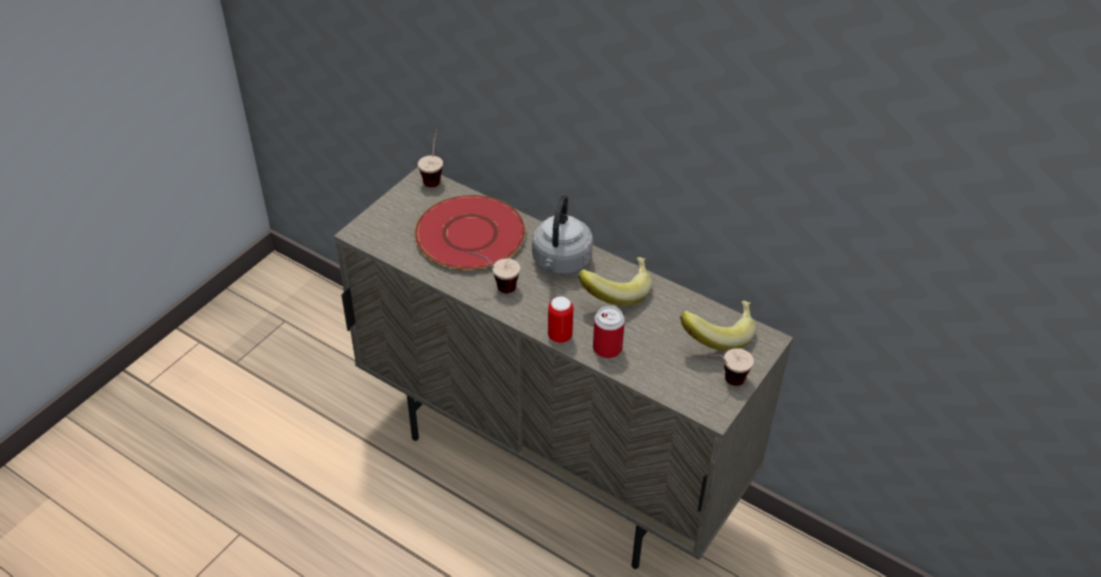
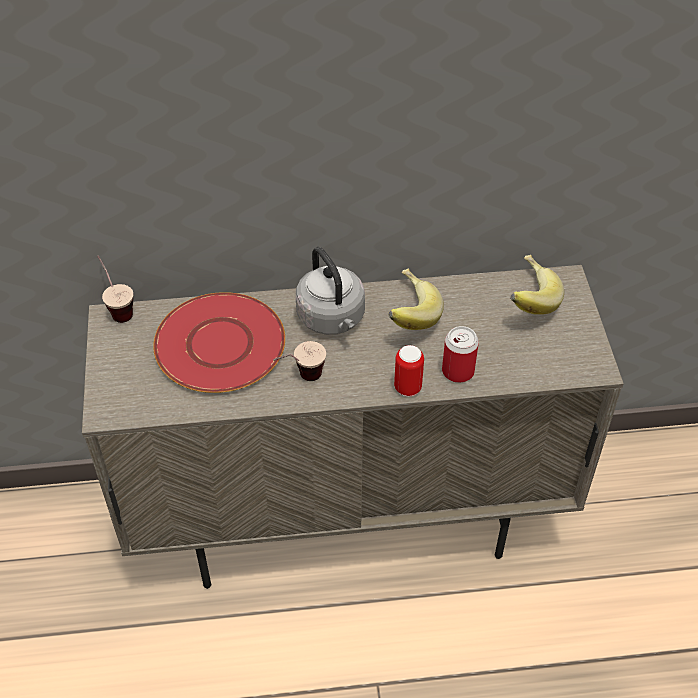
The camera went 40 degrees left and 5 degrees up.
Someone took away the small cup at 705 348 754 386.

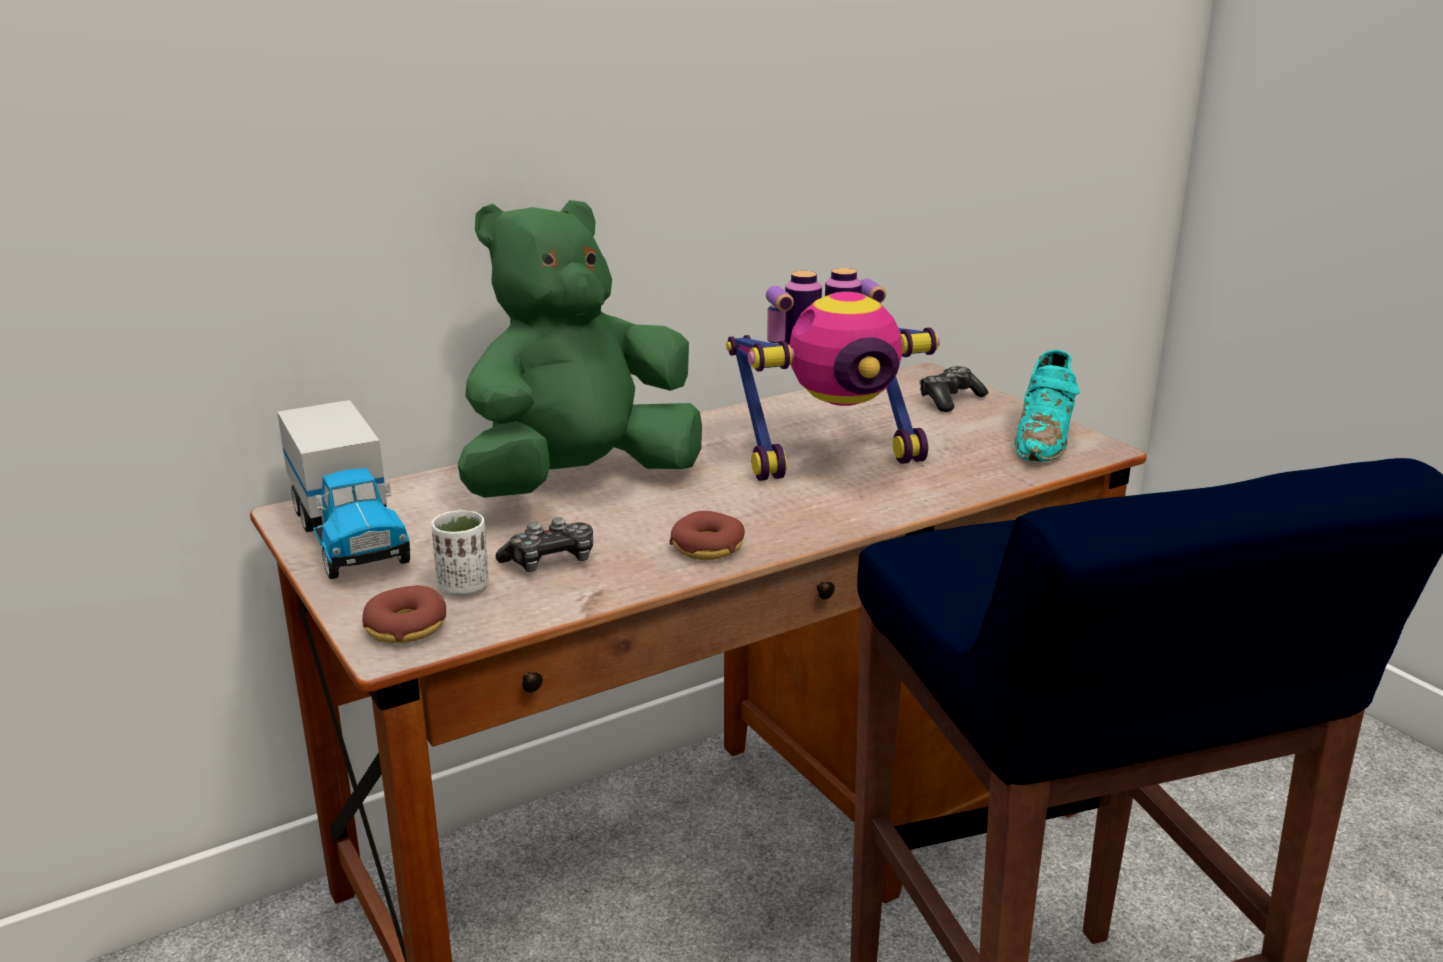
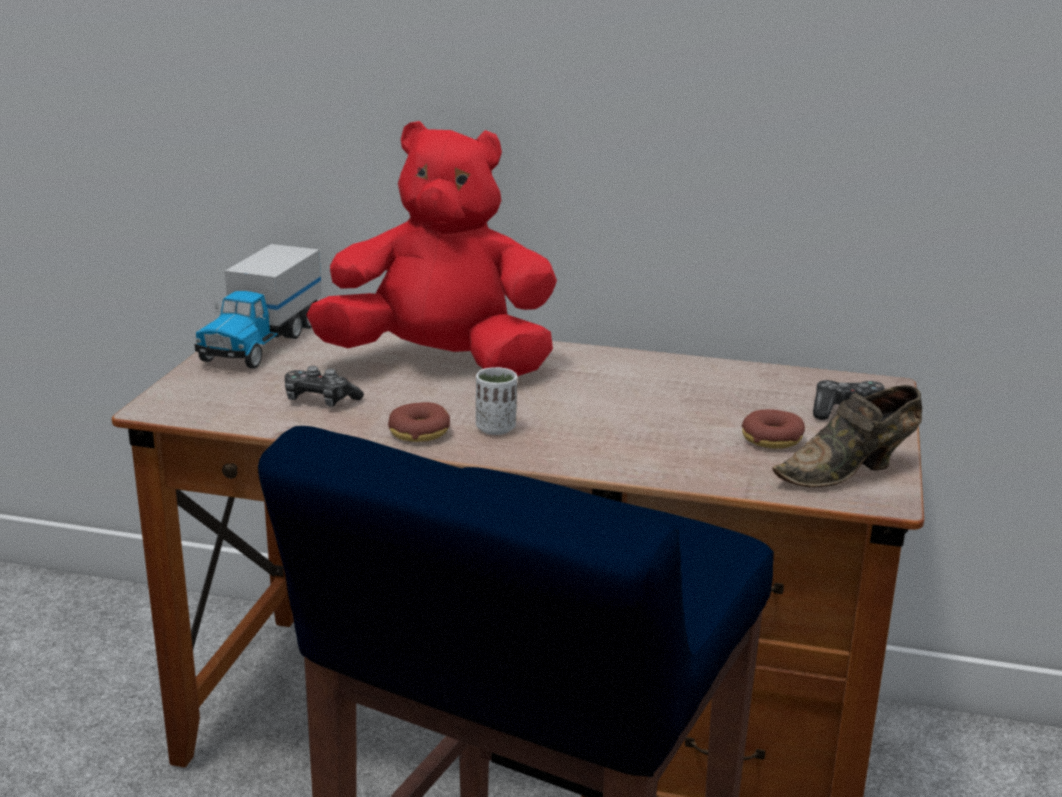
The camera went 45 degrees right and 0 degrees up.
Someone repainted the plush toy/green-coloured at 458 200 702 498, which became the plush toy/reddish at 307 121 557 376.
Someone carried the small cup/whitish from 431 510 488 596 to 476 367 517 435.
Someone carried the doughnut from 362 585 446 643 to 742 409 805 449.
Someone repainted the shoe/turquoise at 1014 350 1080 462, which became the shoe/brownish at 772 385 922 487.
Someone took away the model robot at 726 268 940 481.

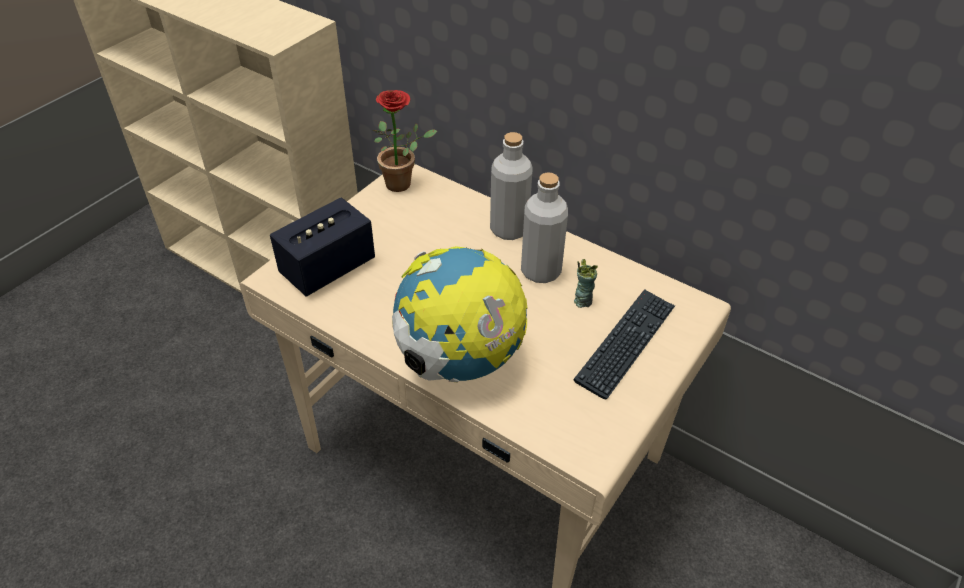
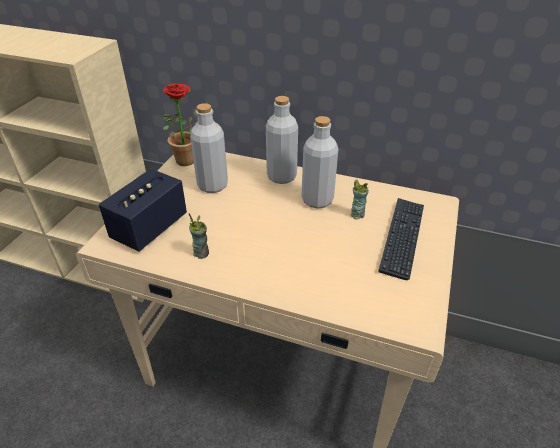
The camera went 15 degrees left and 5 degrees down.
Someone put down the small cup at 189 213 209 259.
Someone put down the beverage bottle/gray at 190 103 228 193.
Someone took away the desk globe at 392 246 527 382.

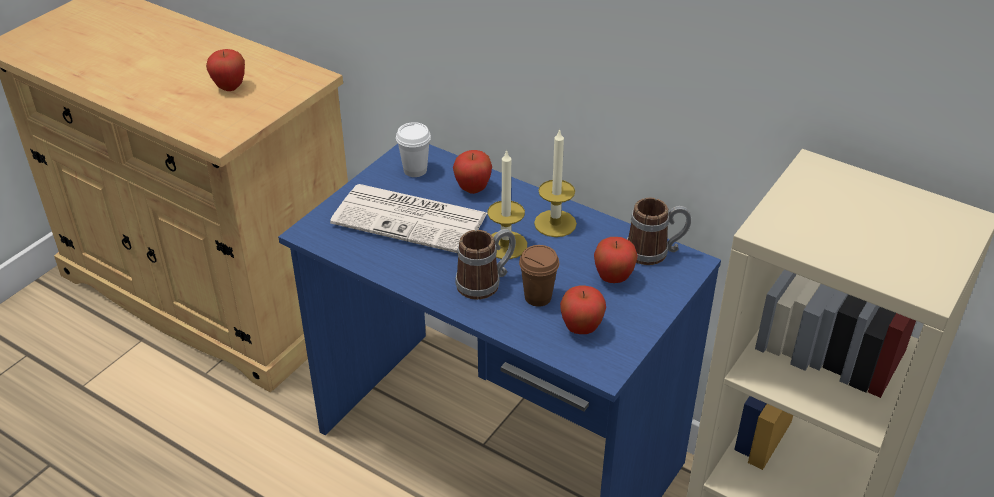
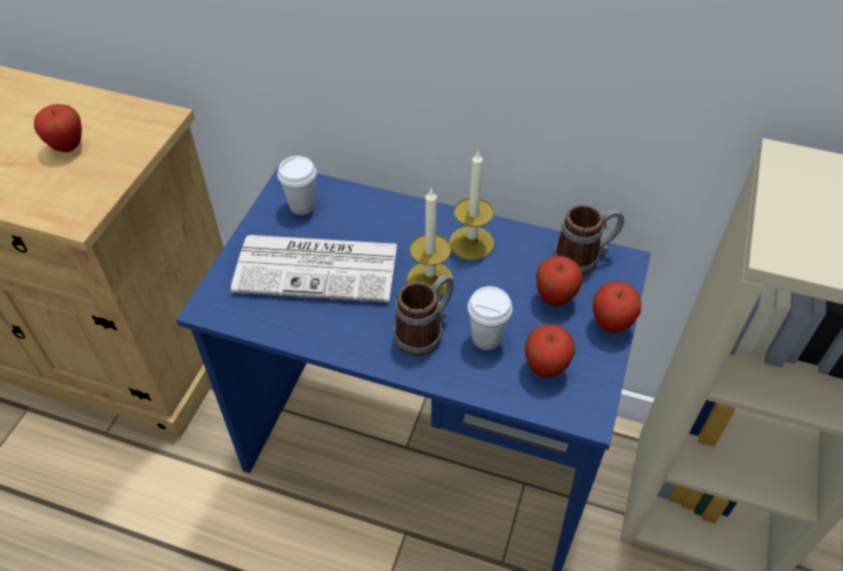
The camera went 15 degrees left and 10 degrees up.
Someone repainted the small cup/brownish at 519 245 559 307, which became the small cup/whitish at 468 286 512 350.
Someone carried the whole apple from 453 150 492 194 to 593 281 641 333.

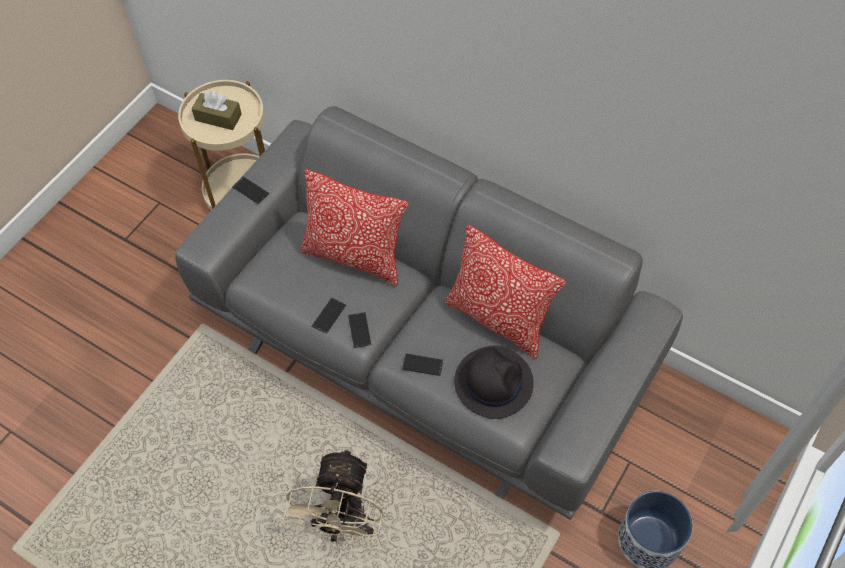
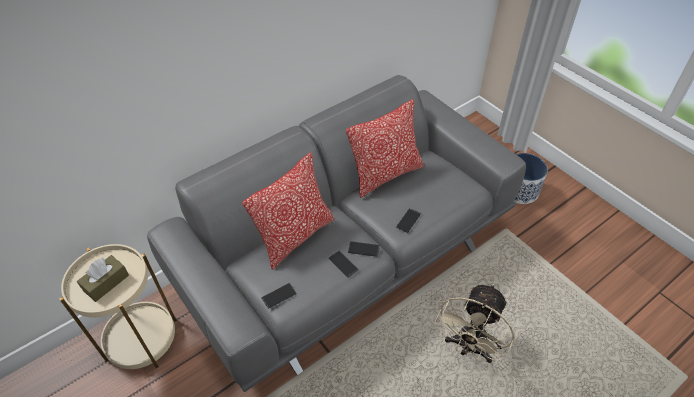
The camera went 70 degrees left and 10 degrees down.
Someone carried the handset from 232 176 270 204 to 261 283 297 309.
Someone rotated the fan/beige at 283 448 384 545 by 90 degrees clockwise.
Someone took away the hat/black-coloured at 454 346 534 419.

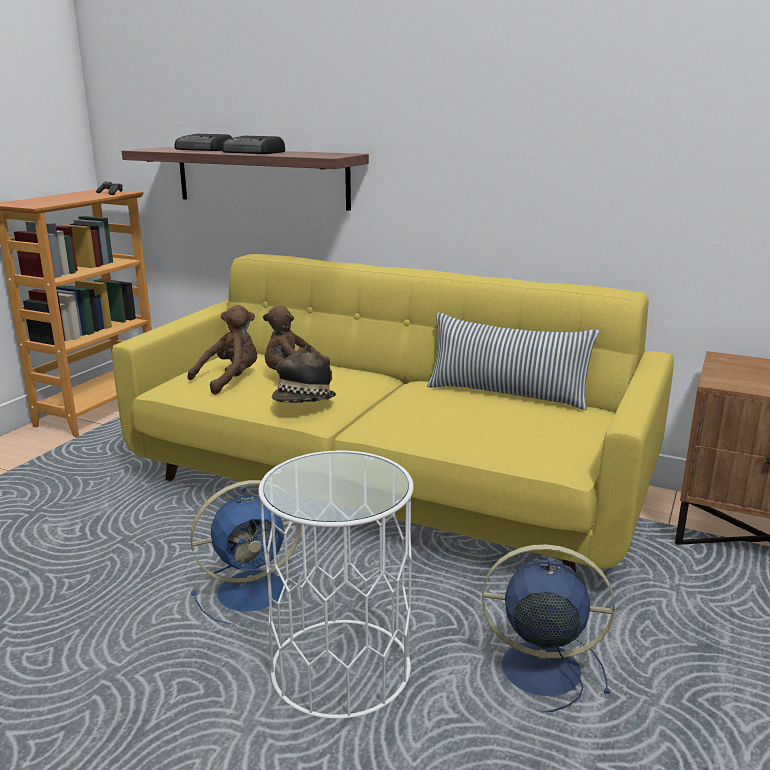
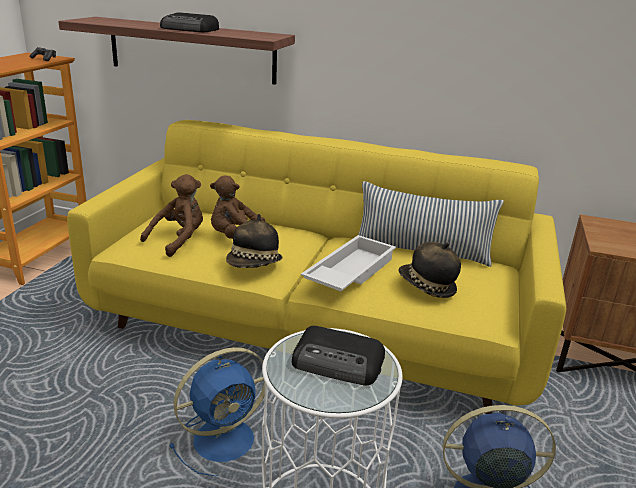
The camera went 10 degrees left and 5 degrees up.
Someone carried the radio receiver from 175 134 232 151 to 292 326 385 386.
Someone put down the tray/whitish at 301 235 396 291.
Someone put down the hat at 398 242 461 298.

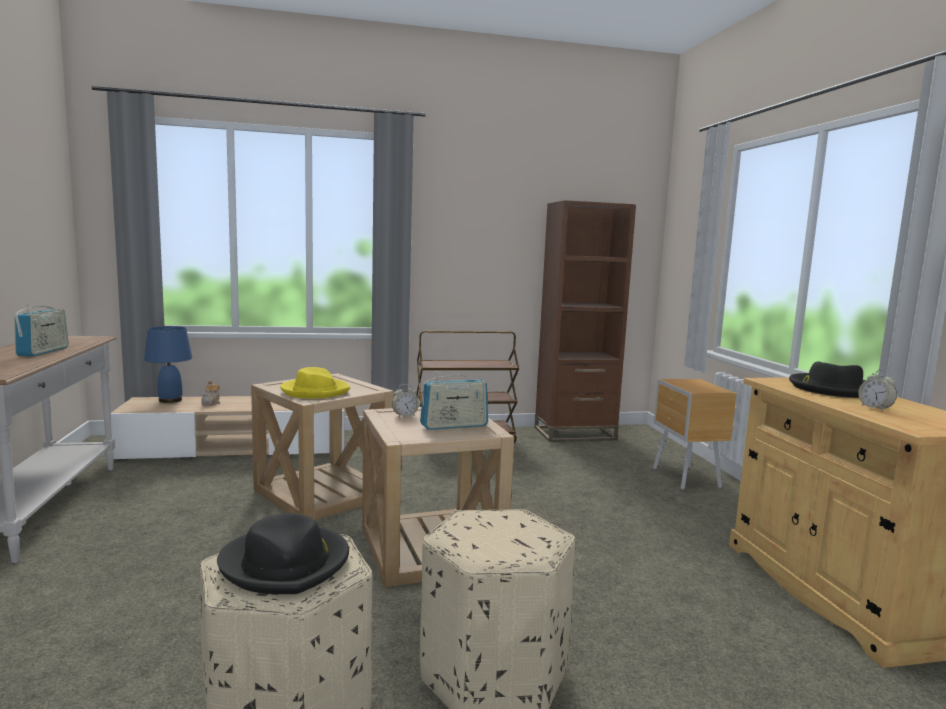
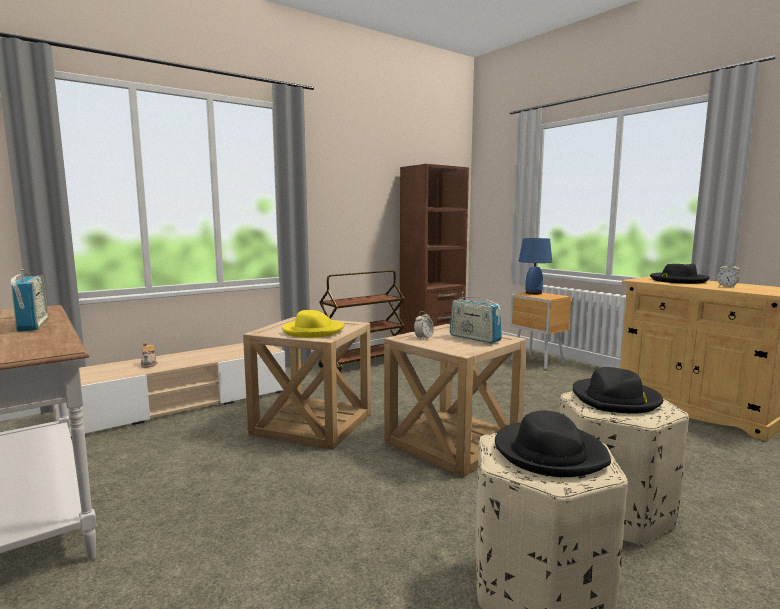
The camera went 25 degrees left and 0 degrees up.
Someone rotated the radio receiver at 420 371 488 430 by 90 degrees clockwise.
Someone carried the lamp for a table/blue-coloured from 144 326 192 403 to 519 238 552 295.
Someone put down the hat/black-coloured at 573 367 663 413.

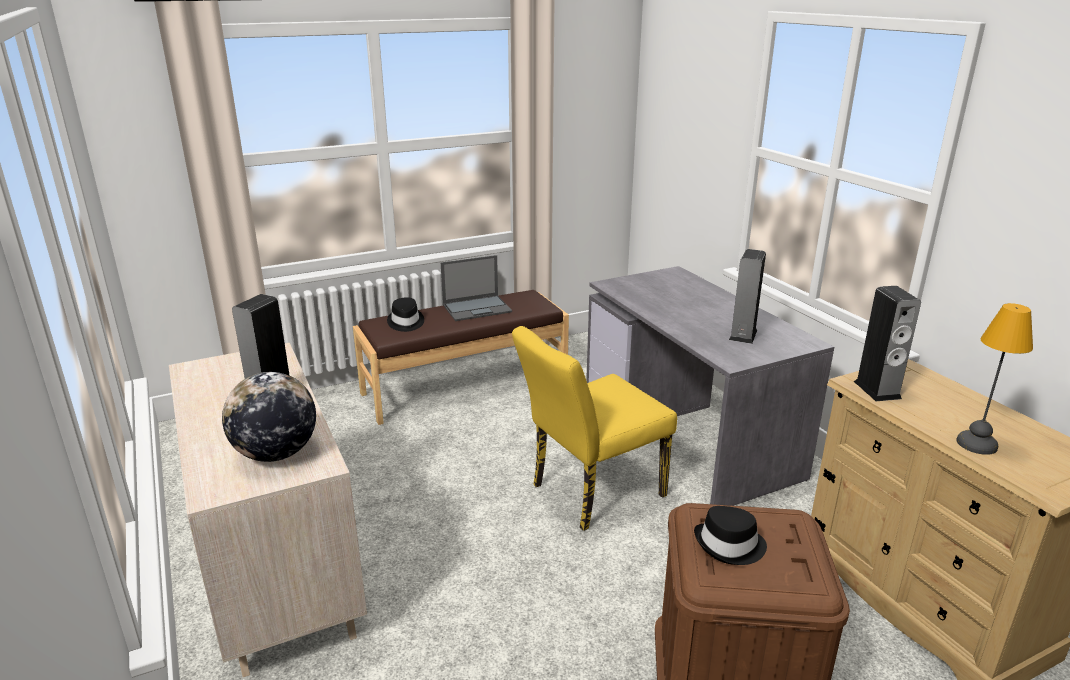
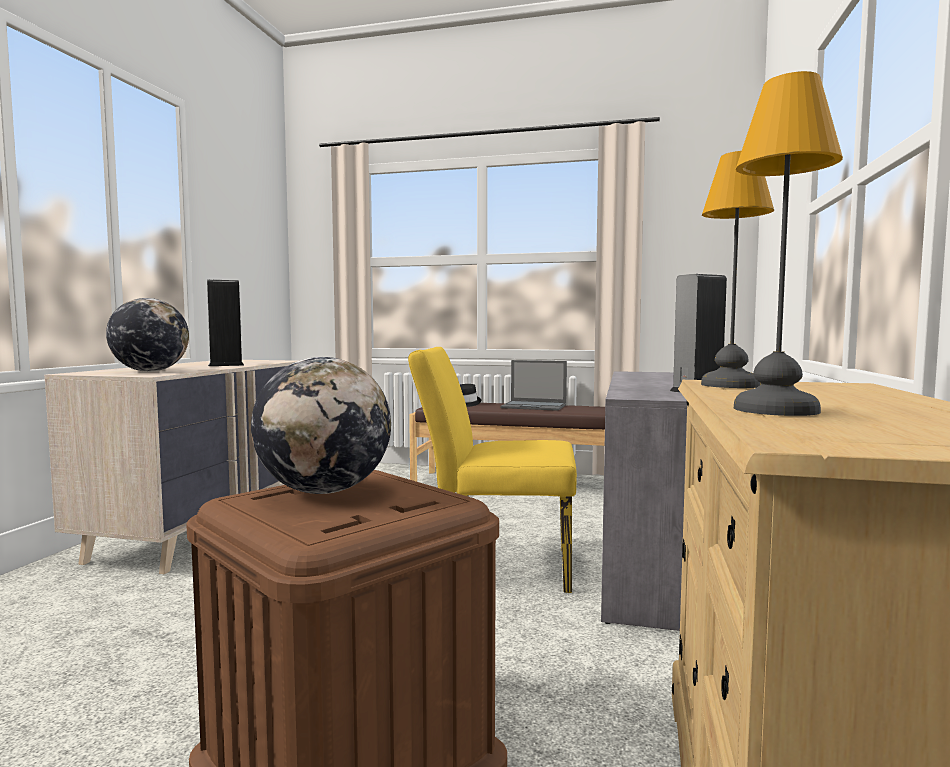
The camera went 40 degrees right and 20 degrees down.
Someone swapped the hat/black-coloured at 694 506 767 565 for the desk globe at 251 357 391 494.
Someone swapped the loudspeaker at 854 286 921 401 for the lamp for a table at 701 151 774 388.

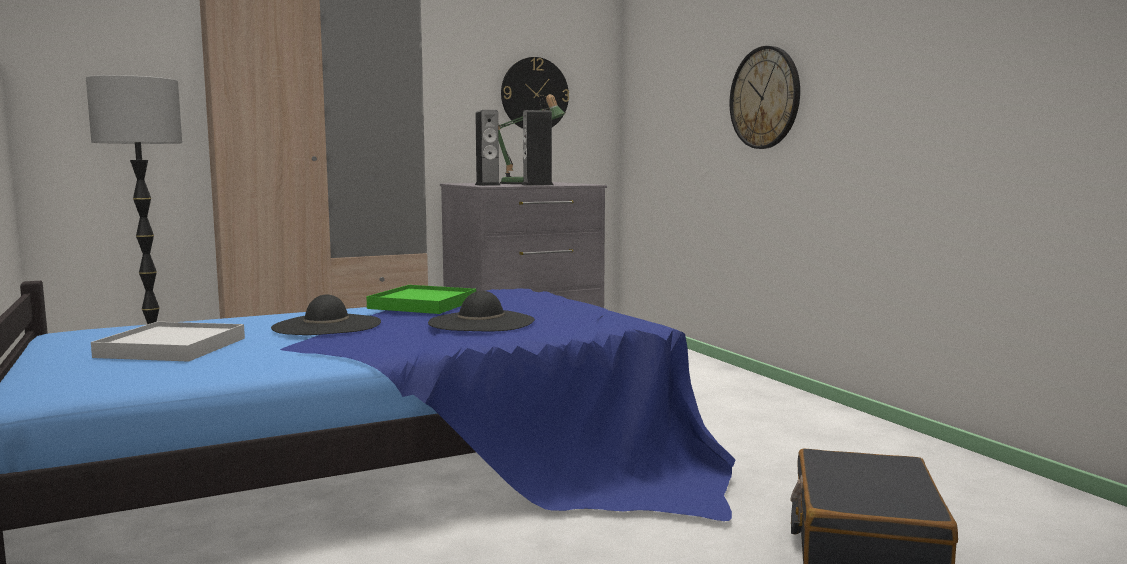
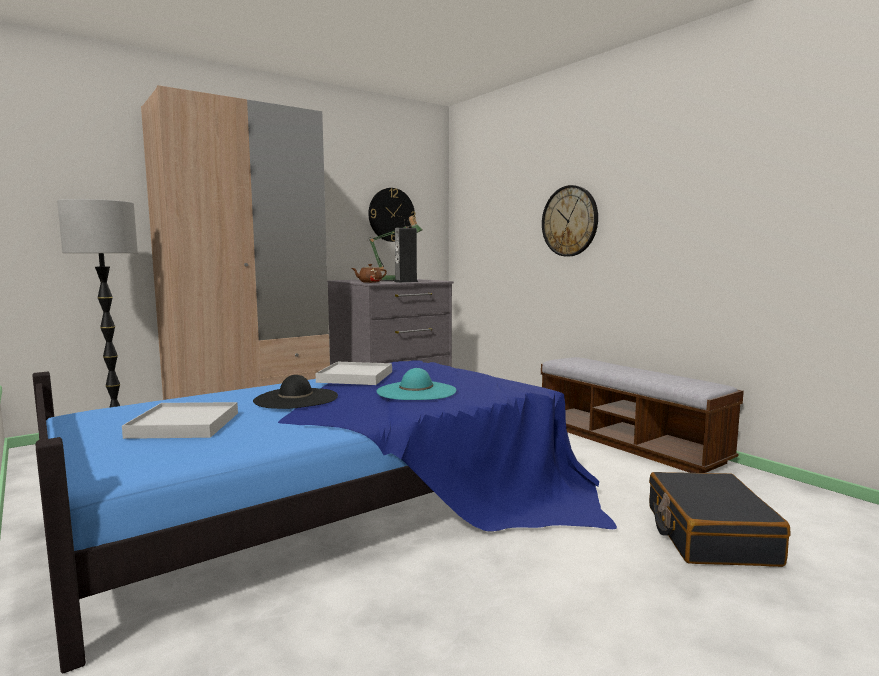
The camera went 10 degrees left and 0 degrees up.
Someone repainted the tray/green-coloured at 366 285 476 314, which became the tray/whitish at 316 362 392 385.
Someone swapped the loudspeaker at 475 110 500 186 for the tea pot/brownish at 352 264 387 283.
Someone repainted the hat/black-coloured at 428 291 535 331, which became the hat/turquoise at 377 368 456 400.
Someone put down the long seat at 541 357 744 473.

